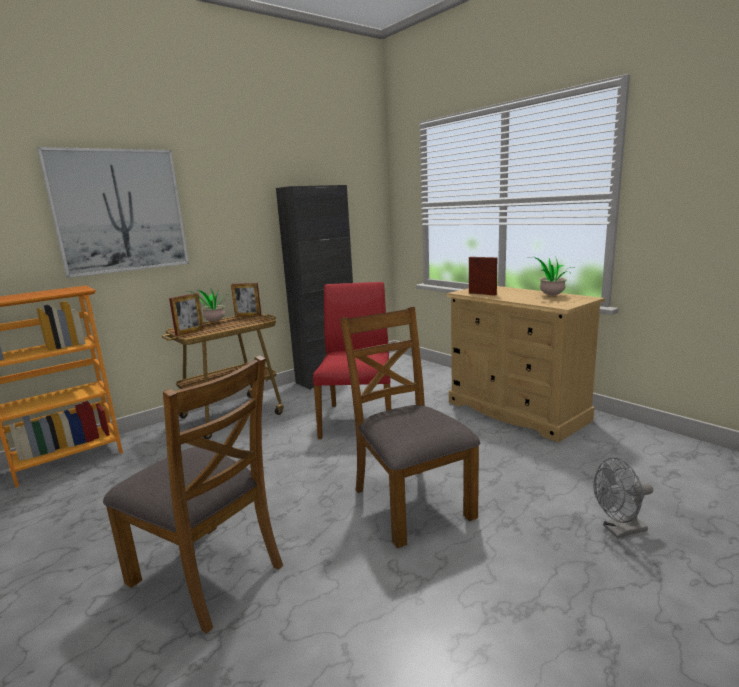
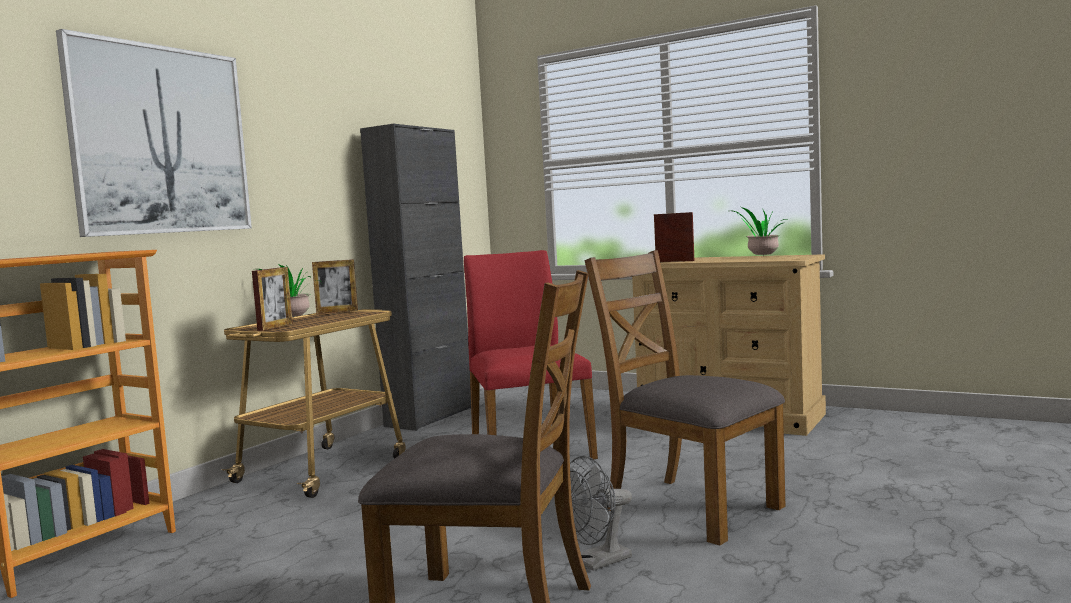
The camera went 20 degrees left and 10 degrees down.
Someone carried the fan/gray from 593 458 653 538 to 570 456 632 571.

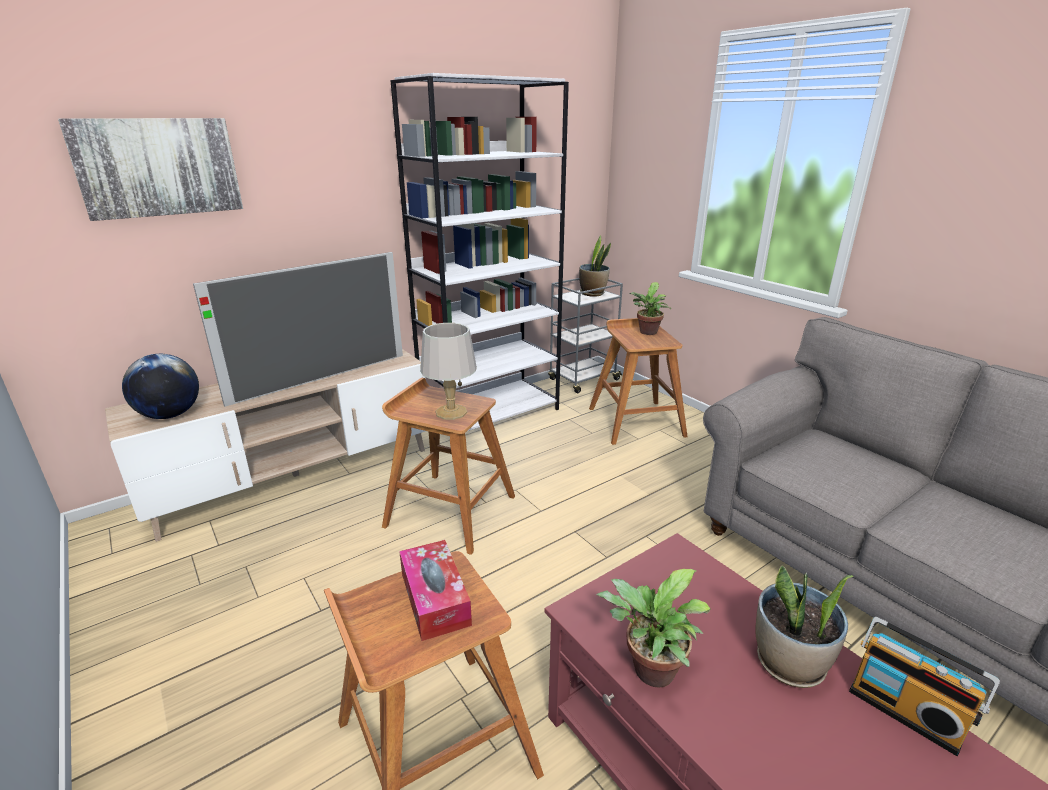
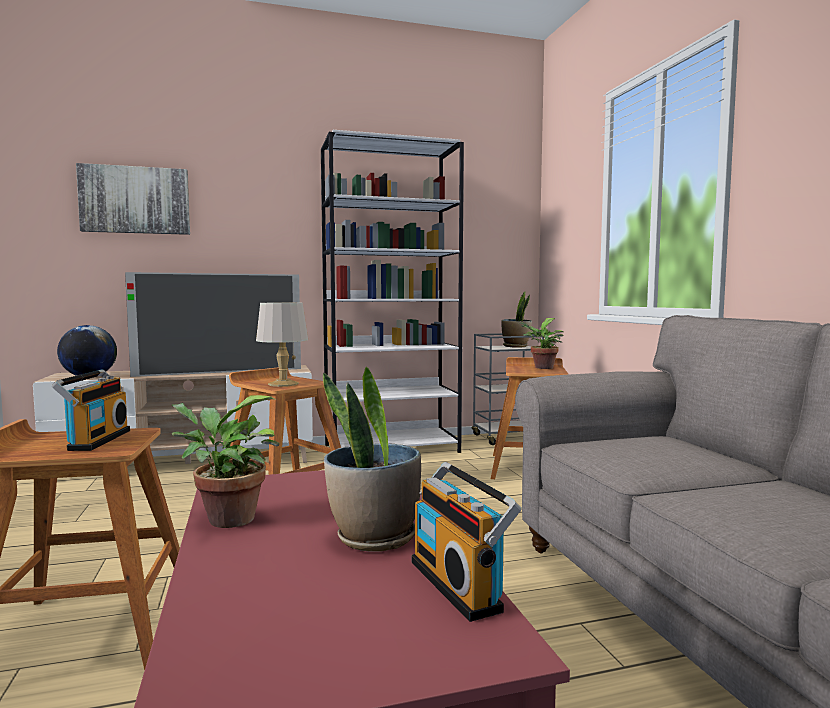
The camera went 20 degrees right and 20 degrees down.
Someone swapped the tissue box at 399 540 472 641 for the radio receiver at 52 369 130 451.

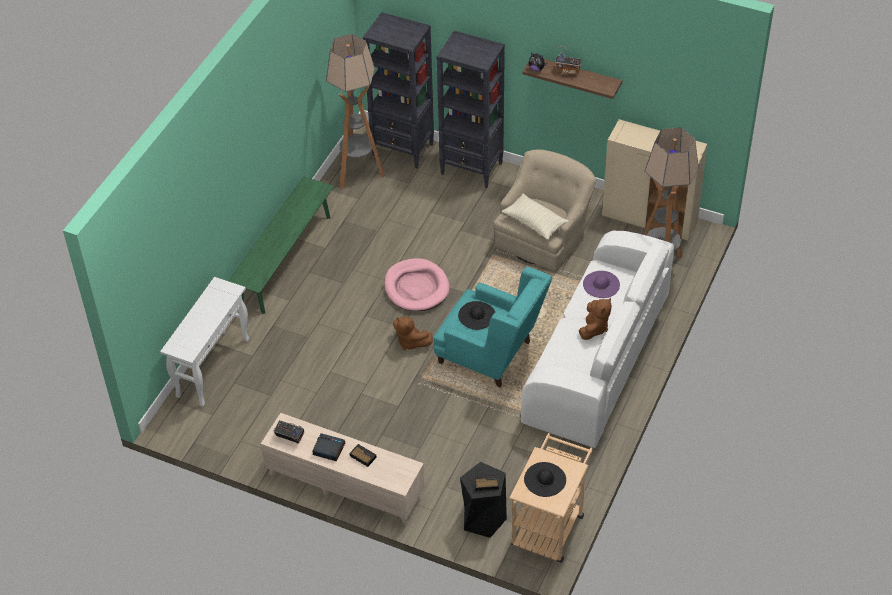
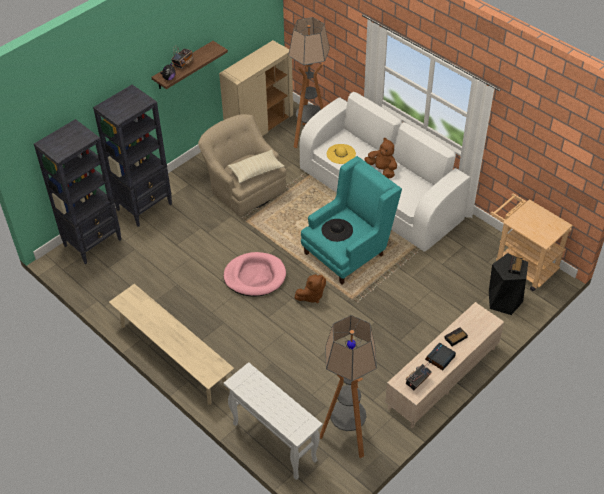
The camera went 70 degrees left and 0 degrees up.
Someone repainted the long seat/green-coloured at 229 176 334 314, which became the long seat/beige at 109 284 234 405.
Someone carried the standard lamp from 326 34 385 189 to 320 315 377 458.
Someone repainted the hat/purple at 583 271 620 298, which became the hat/yellow-coloured at 327 144 356 164.
Someone took away the hat/black-coloured at 524 462 566 497.

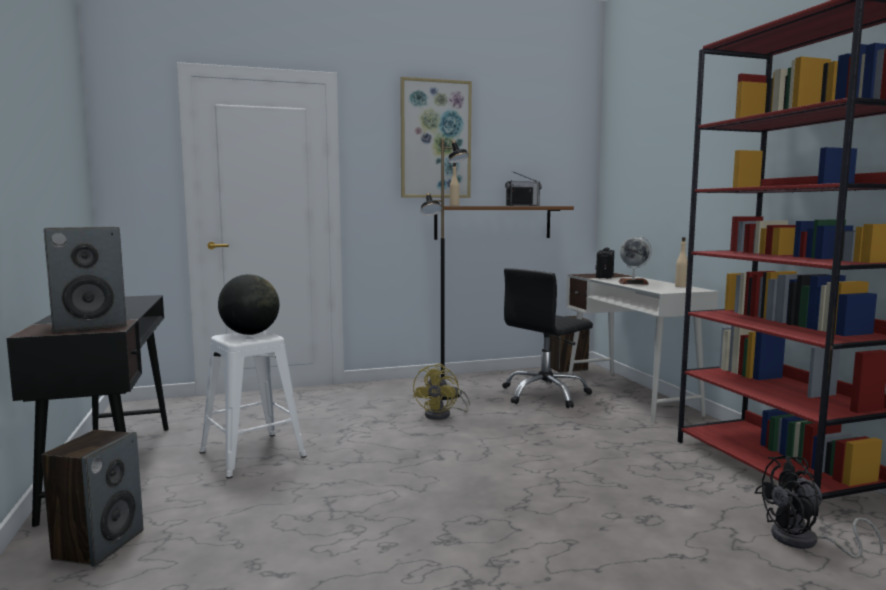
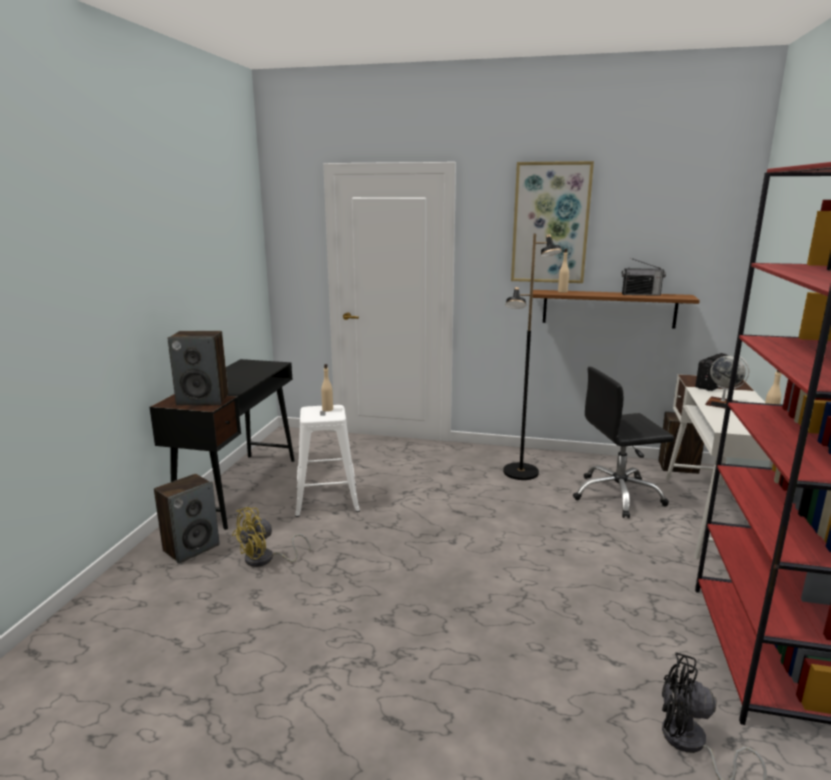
The camera went 30 degrees right and 10 degrees up.
Someone carried the fan/yellow-coloured from 413 363 470 420 to 232 507 311 567.
Someone swapped the desk globe at 218 274 279 335 for the beverage bottle/beige at 321 364 333 411.

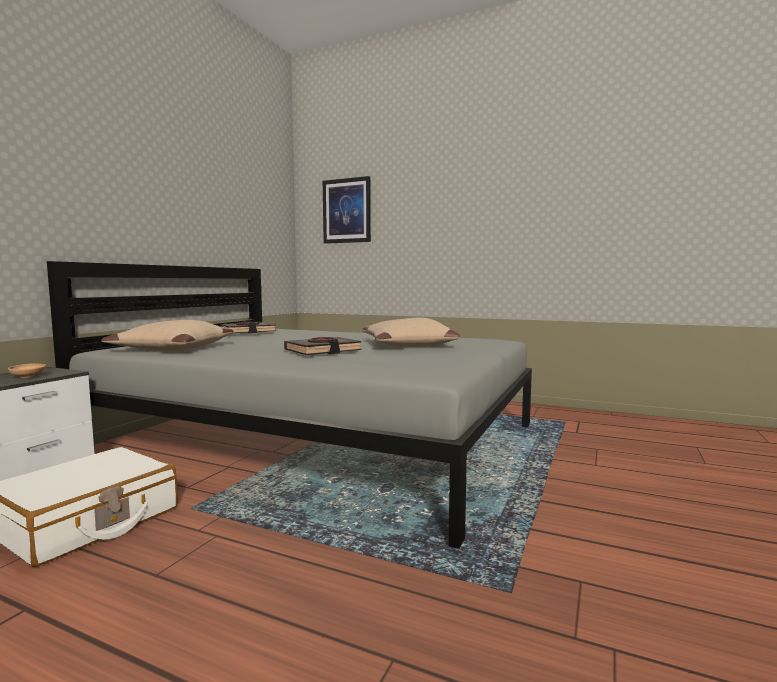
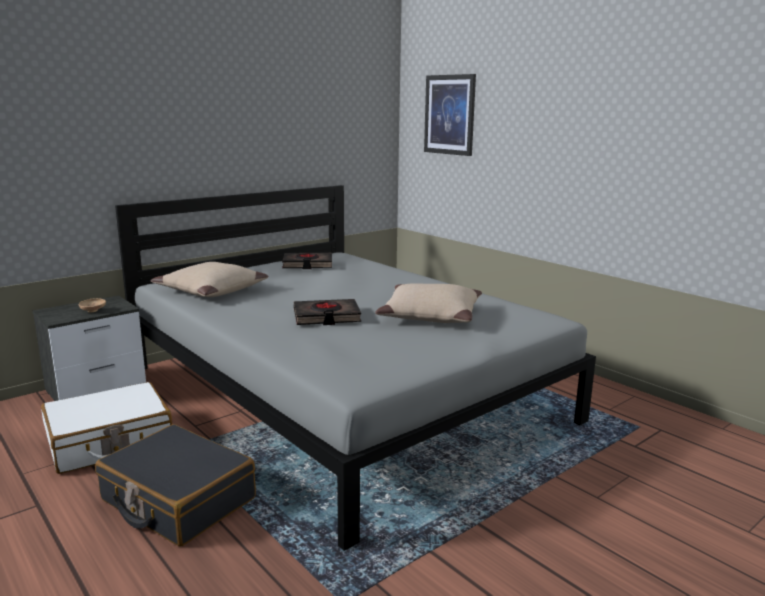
The camera went 25 degrees right and 10 degrees up.
Someone put down the suitcase/black-coloured at 95 424 256 546.

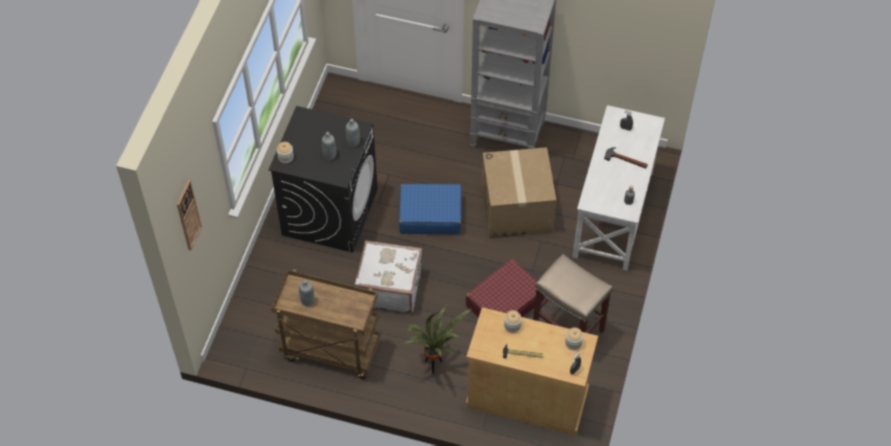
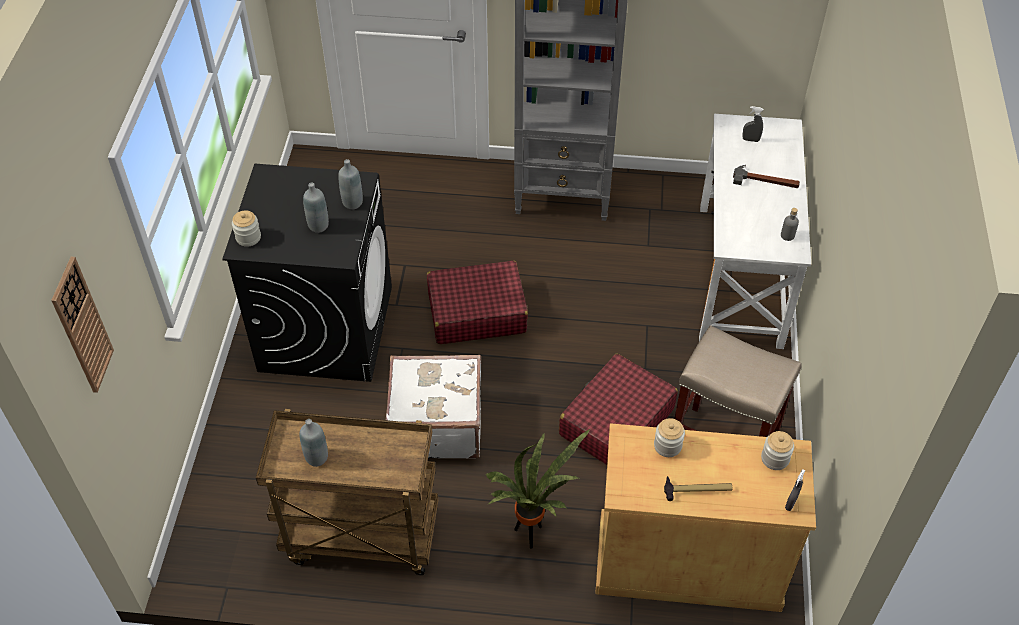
The camera went 10 degrees left and 5 degrees down.
Someone repainted the suitcase/blue-coloured at 399 184 462 234, which became the suitcase/reddish at 427 260 528 344.
Someone took away the packing box at 482 147 556 239.

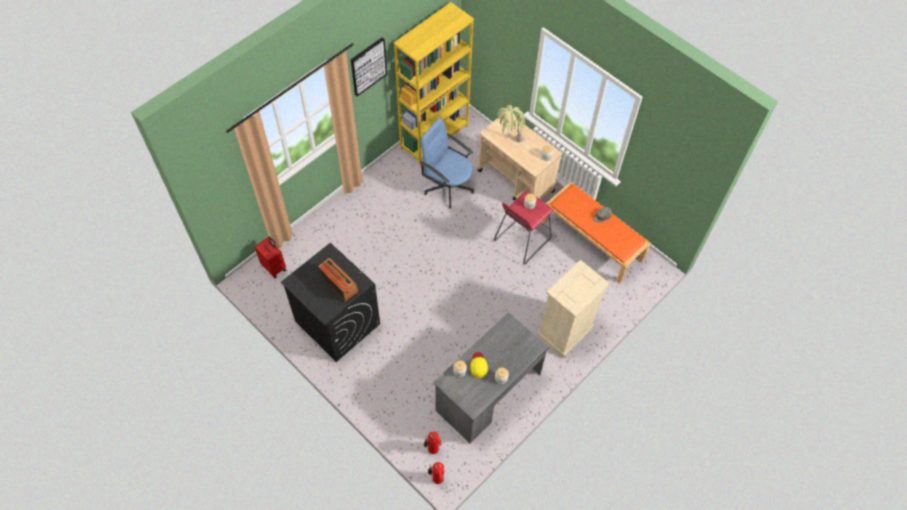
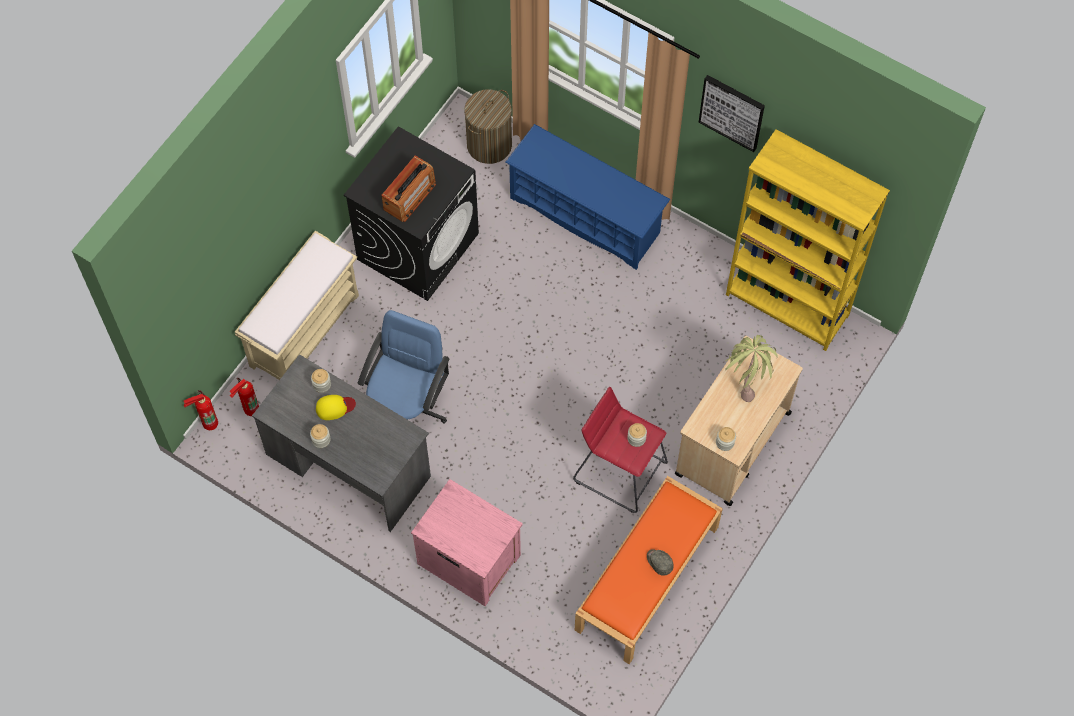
The camera went 80 degrees right and 5 degrees up.
Someone put down the long seat/beige at 235 231 359 380.
Someone carried the office chair/blue-coloured from 420 118 475 209 to 358 310 449 424.
Someone swapped the drawer chest/beige at 537 260 610 358 for the nightstand/pink-coloured at 411 479 523 606.
Someone swapped the suitcase/reddish at 255 236 286 278 for the washing basket at 464 89 512 164.
Someone put down the shoe rack/blue-coloured at 505 124 670 270.

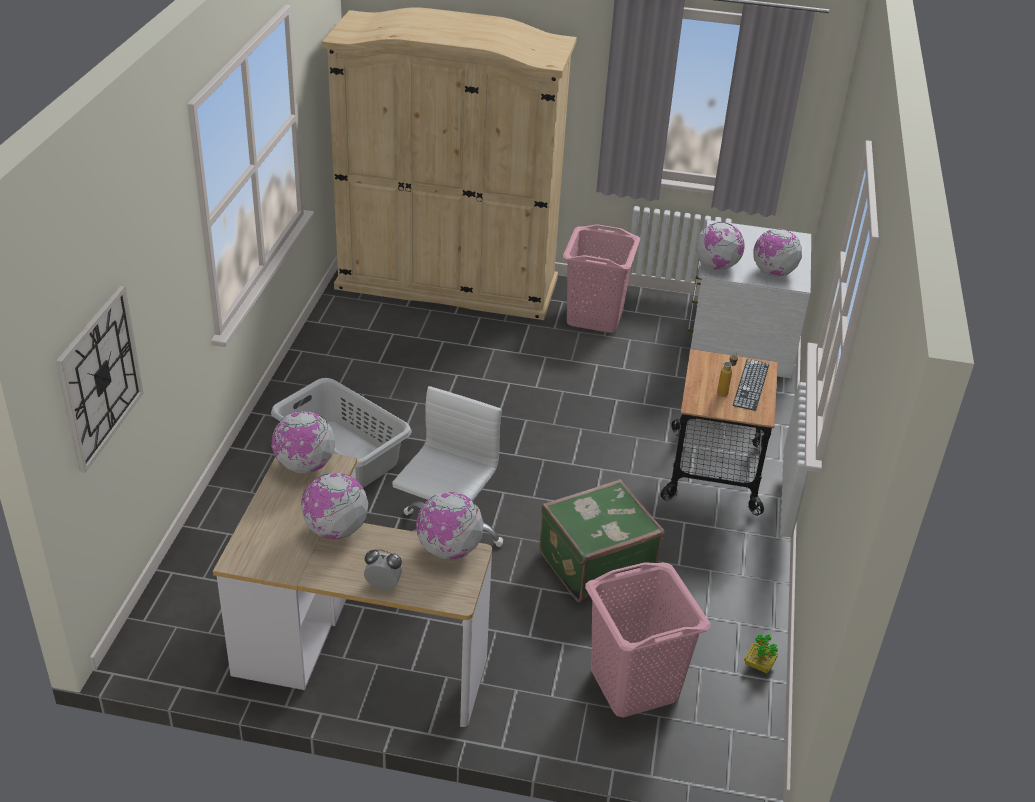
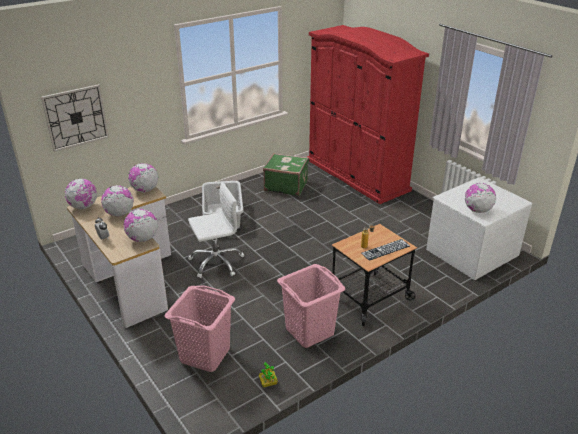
The camera went 45 degrees right and 5 degrees down.
Someone carried the desk globe from 696 222 745 270 to 65 179 97 209.
Someone carried the suitcase/green-coloured from 539 479 664 603 to 263 153 309 196.
Someone carried the washing basket/pink-coloured from 563 224 640 333 to 277 264 345 348.
Someone repainted the clothes cupboard/beige at 322 8 577 320, which became the clothes cupboard/reddish at 307 25 429 204.

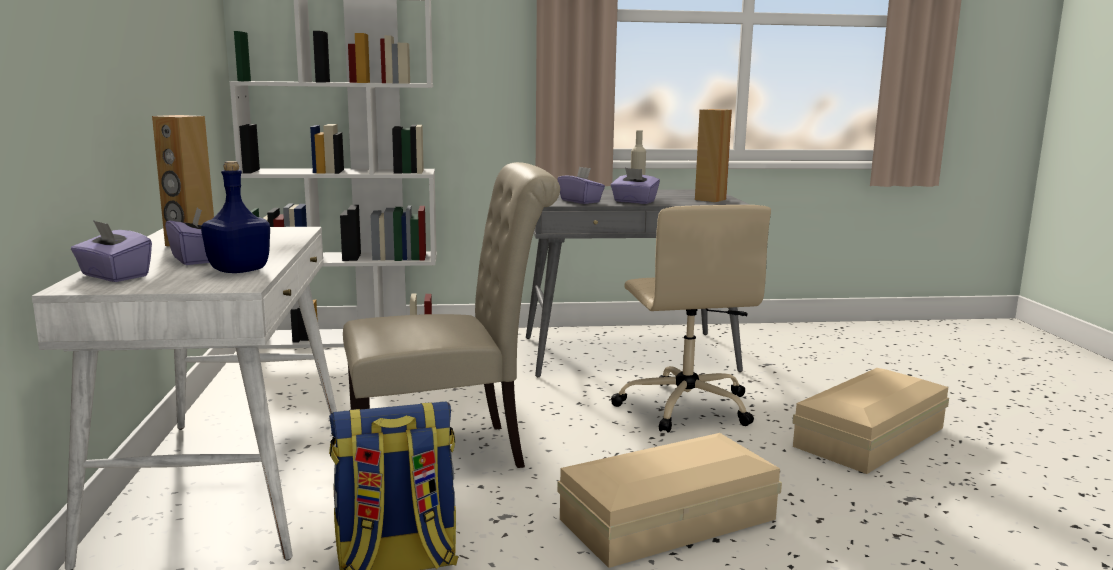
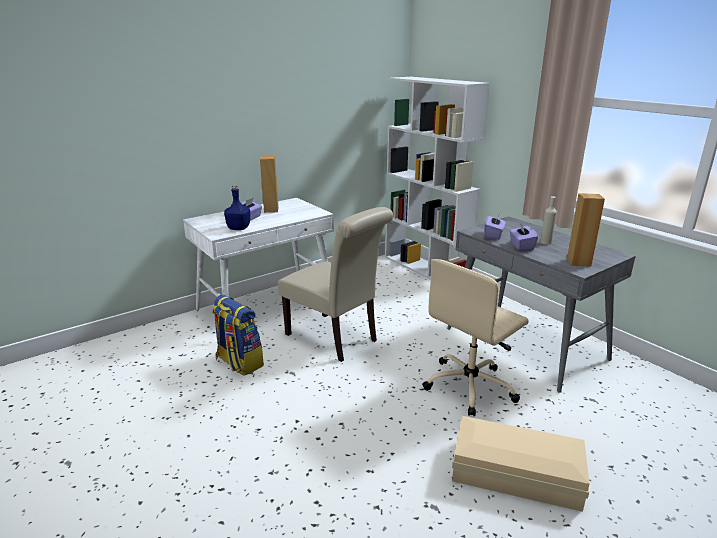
The camera went 60 degrees right and 10 degrees up.
Someone took away the tissue box/purple at 71 220 152 282.
Someone took away the storage container/beige at 557 433 782 568.

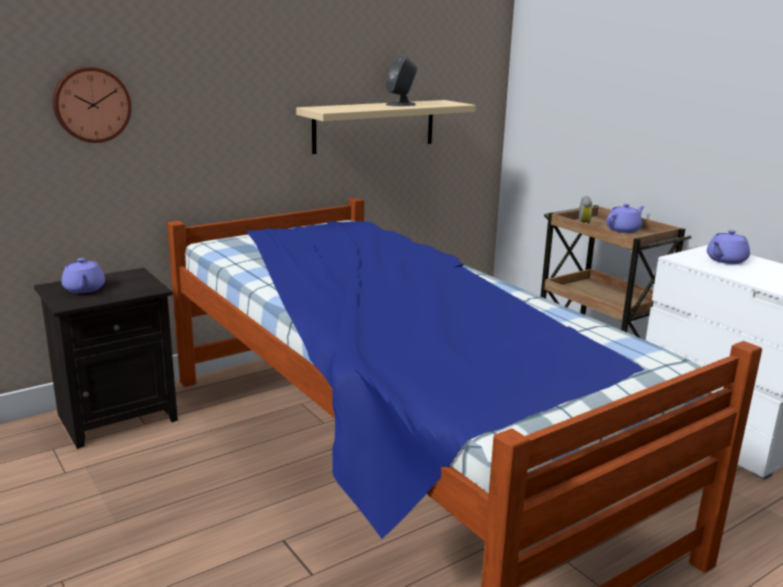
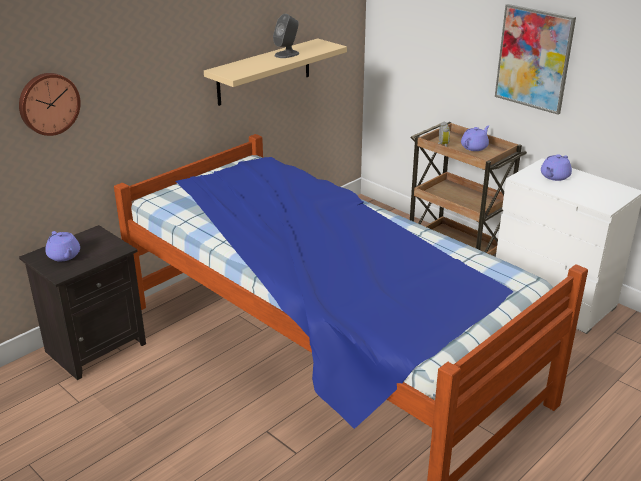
The camera went 10 degrees left and 10 degrees up.
Someone put up the picture at 495 4 576 115.

